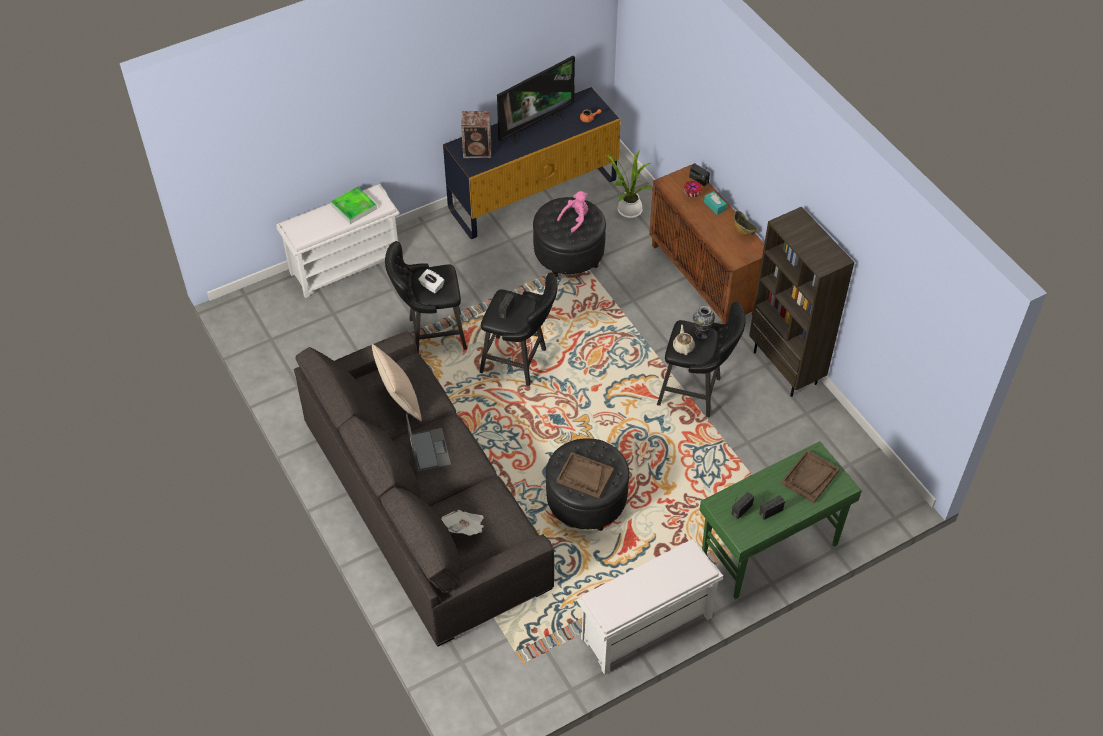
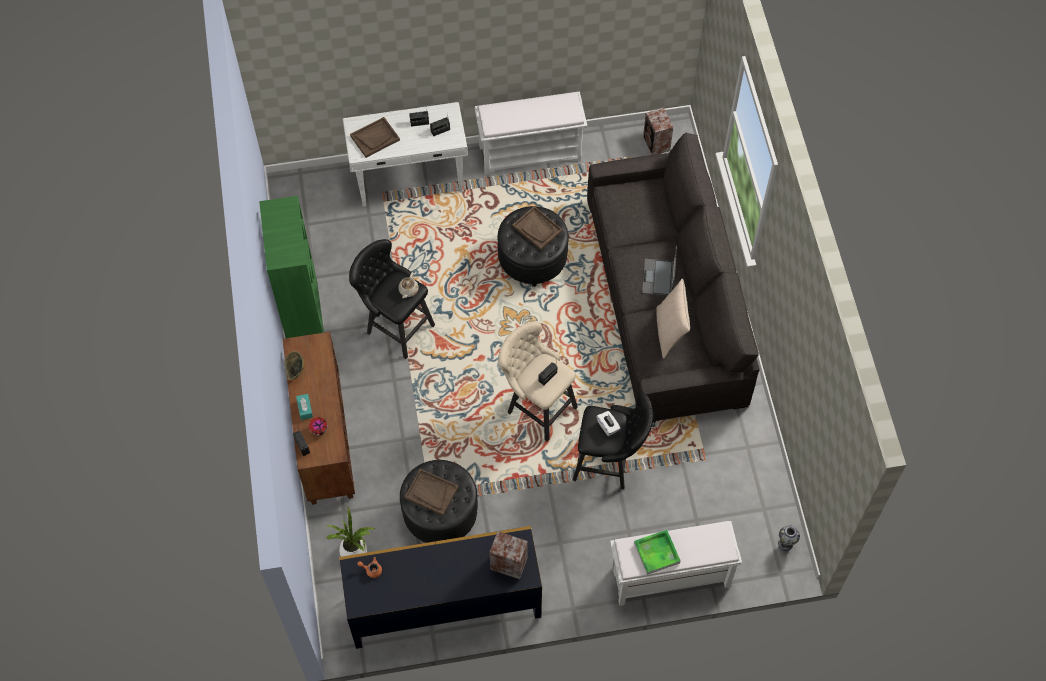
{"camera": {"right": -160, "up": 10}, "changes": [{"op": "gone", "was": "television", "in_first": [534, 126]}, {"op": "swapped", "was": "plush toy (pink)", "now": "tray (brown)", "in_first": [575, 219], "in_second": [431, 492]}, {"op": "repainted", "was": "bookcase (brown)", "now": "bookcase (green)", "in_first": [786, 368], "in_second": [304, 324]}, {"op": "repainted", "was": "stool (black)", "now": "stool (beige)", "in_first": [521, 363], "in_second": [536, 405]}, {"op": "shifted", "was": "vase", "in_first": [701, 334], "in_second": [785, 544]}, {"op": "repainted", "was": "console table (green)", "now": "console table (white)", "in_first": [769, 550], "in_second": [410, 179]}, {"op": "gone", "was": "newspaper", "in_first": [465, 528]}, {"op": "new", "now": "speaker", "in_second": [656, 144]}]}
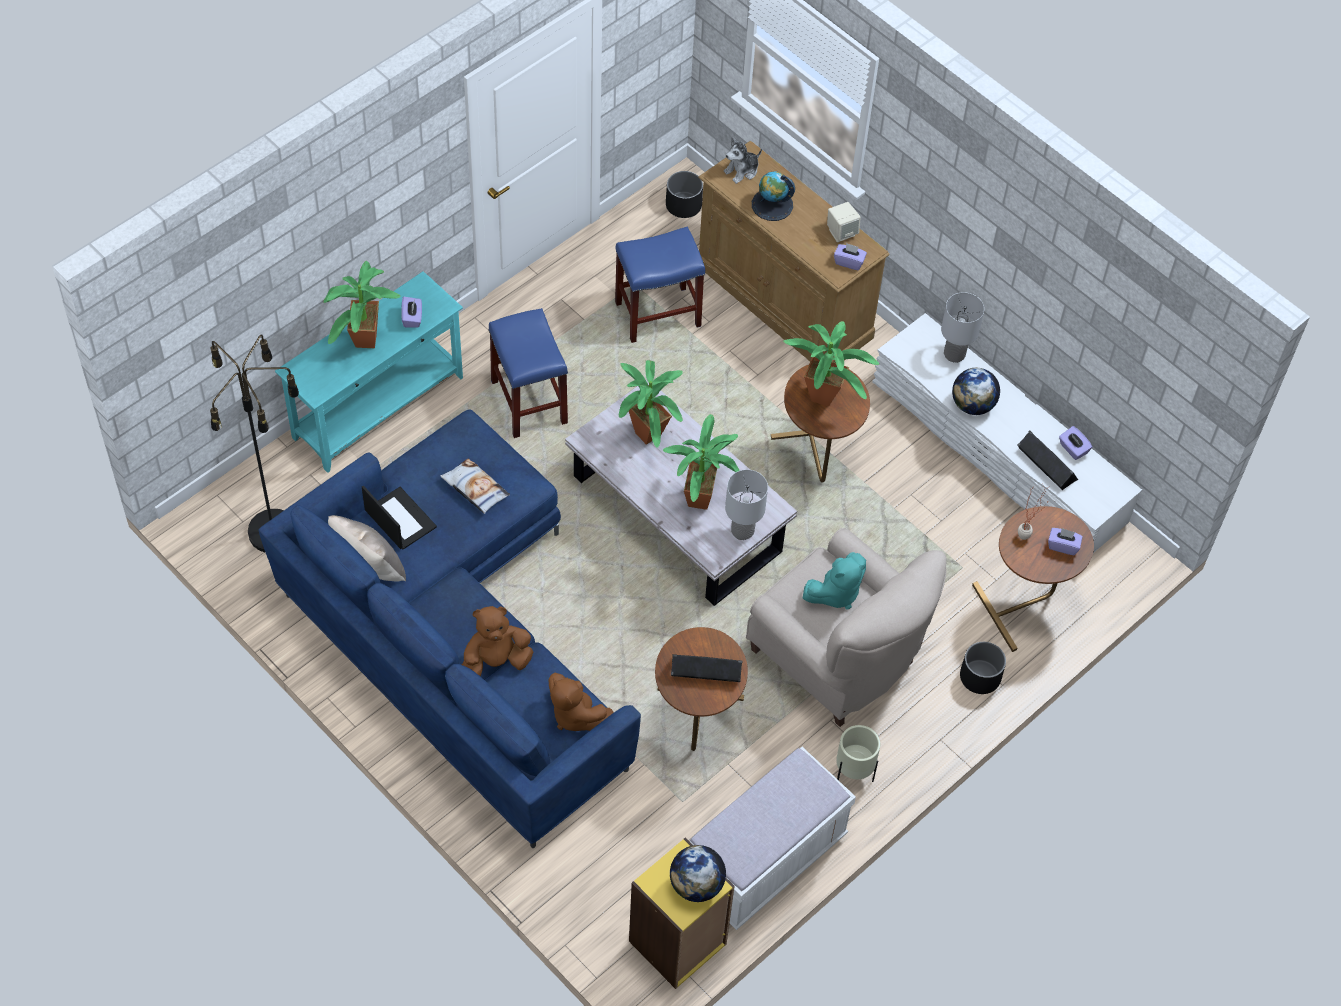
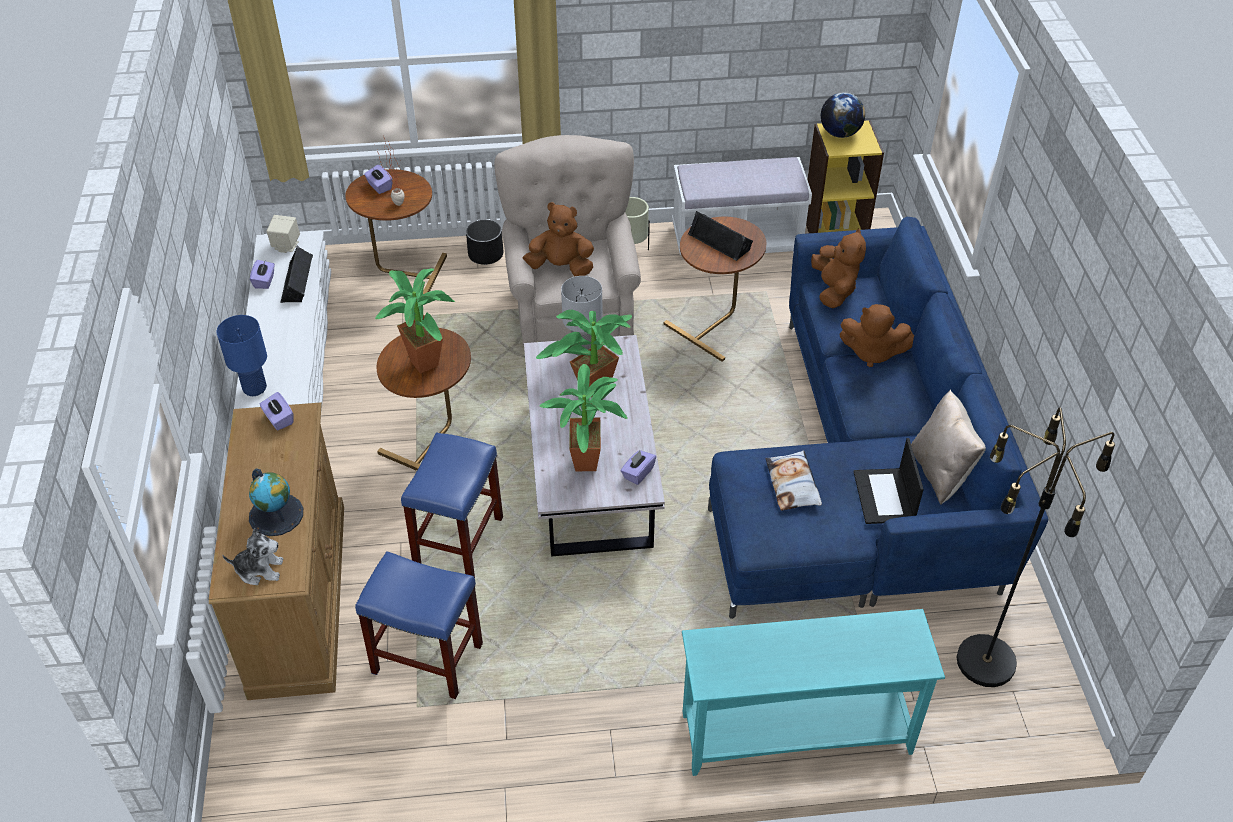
{"camera": {"right": -140, "up": -10}, "changes": [{"op": "gone", "was": "planter (black)", "in_first": [684, 205]}, {"op": "shifted", "was": "speaker (beige)", "in_first": [841, 232], "in_second": [286, 246]}, {"op": "gone", "was": "potted plant", "in_first": [362, 344]}, {"op": "repainted", "was": "table lamp (grey)", "now": "table lamp (blue)", "in_first": [953, 355], "in_second": [255, 390]}, {"op": "shifted", "was": "tissue box (purple)", "in_first": [412, 318], "in_second": [638, 473]}, {"op": "shifted", "was": "stool (blue)", "in_first": [528, 401], "in_second": [459, 542]}, {"op": "gone", "was": "globe", "in_first": [973, 405]}, {"op": "repainted", "was": "plush toy (turquoise)", "now": "plush toy (brown)", "in_first": [835, 593], "in_second": [561, 267]}]}
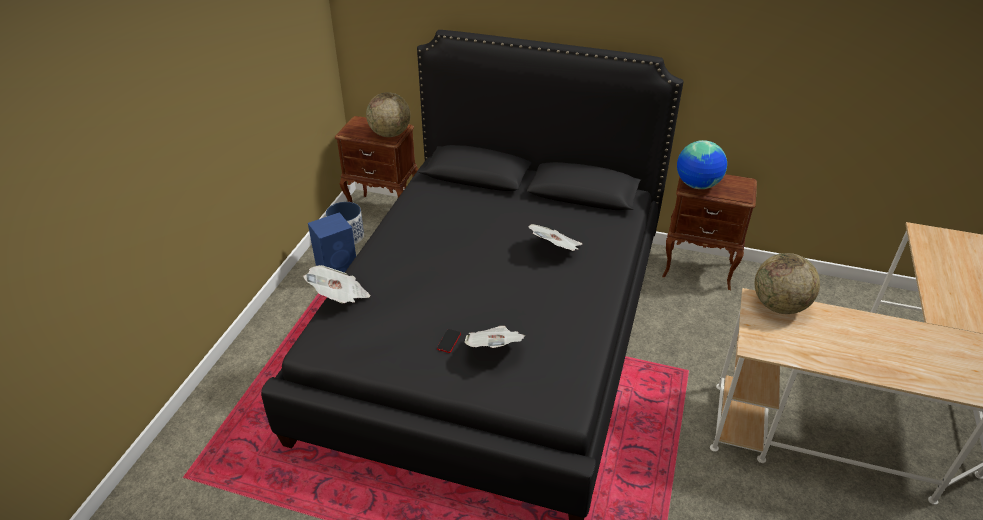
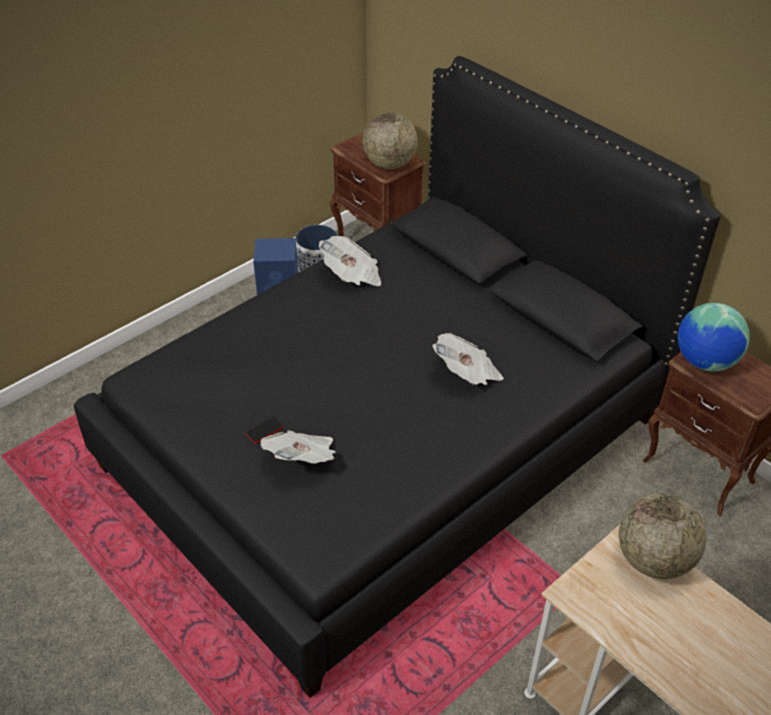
{"camera": {"right": 30, "up": 5}, "changes": [{"op": "shifted", "was": "newspaper", "in_first": [340, 296], "in_second": [352, 275]}]}
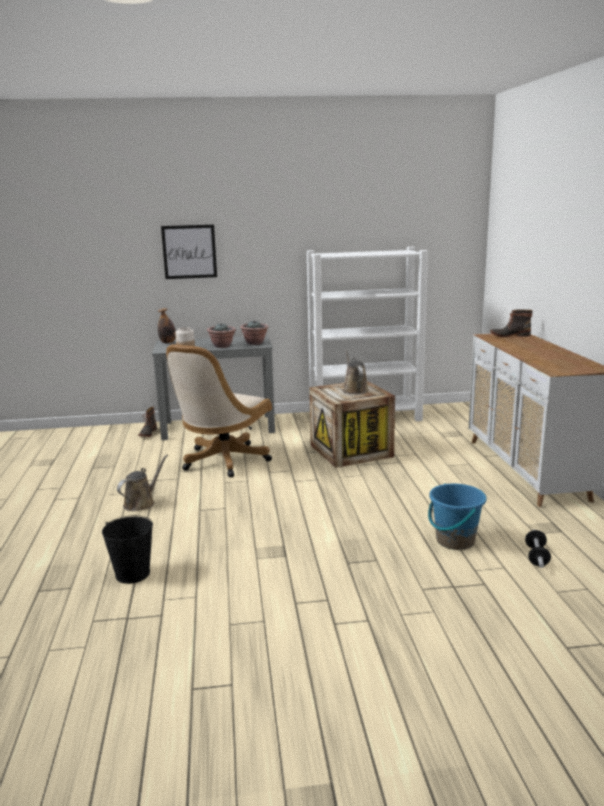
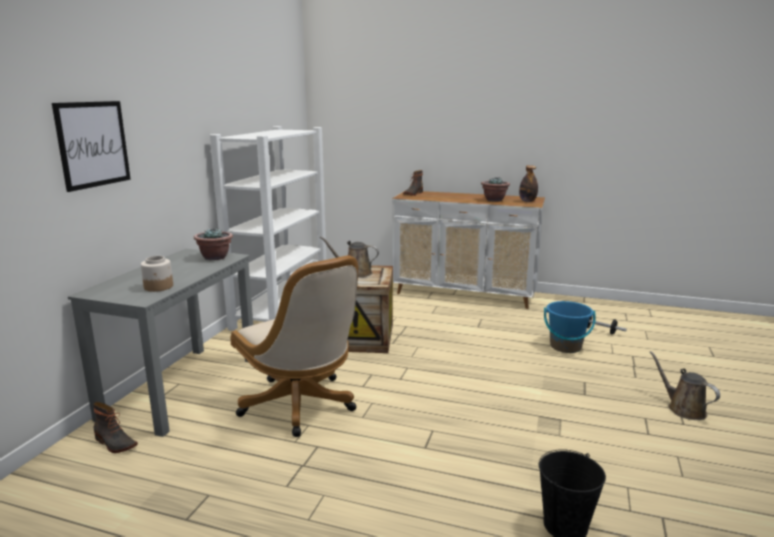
{"camera": {"right": -65, "up": 0}, "changes": [{"op": "shifted", "was": "bottle", "in_first": [168, 342], "in_second": [527, 201]}, {"op": "shifted", "was": "potted plant", "in_first": [222, 346], "in_second": [494, 200]}, {"op": "shifted", "was": "watering can (brown)", "in_first": [141, 503], "in_second": [683, 409]}]}
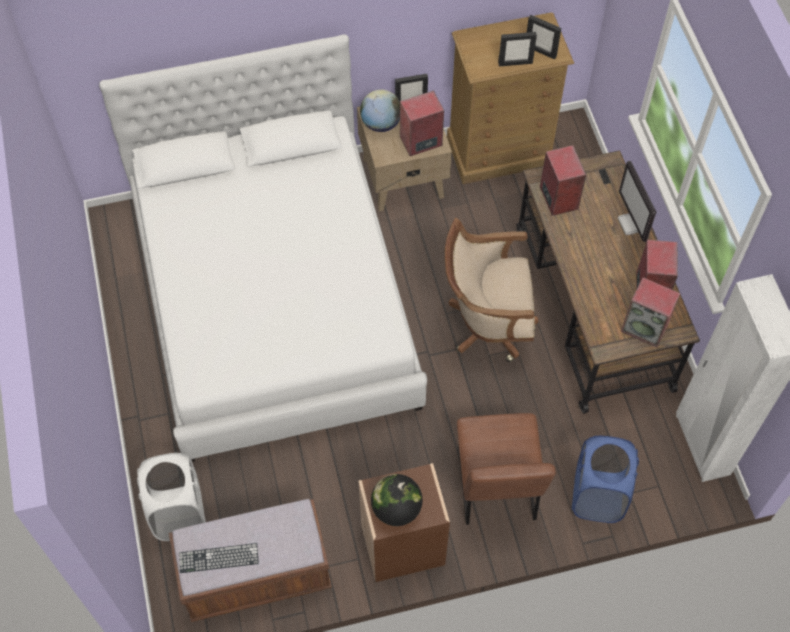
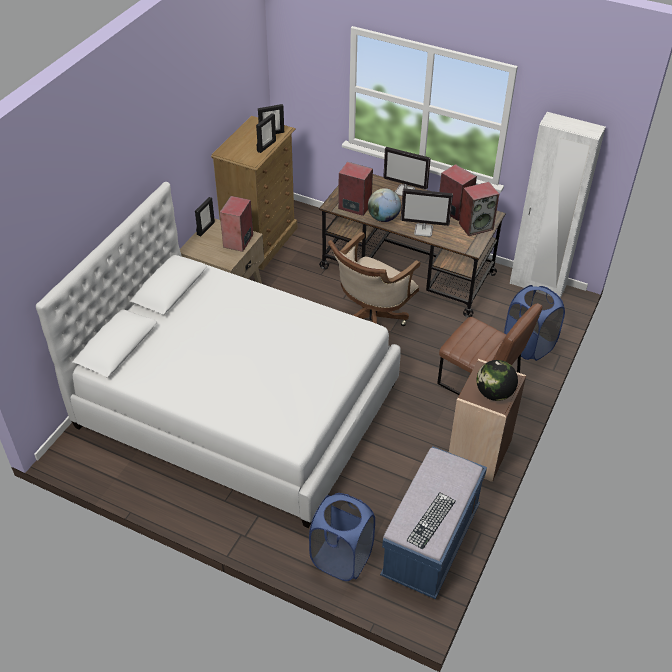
{"camera": {"right": -50, "up": -15}, "changes": [{"op": "shifted", "was": "globe", "in_first": [381, 123], "in_second": [383, 218]}, {"op": "repainted", "was": "laundry basket (white)", "now": "laundry basket (blue)", "in_first": [178, 513], "in_second": [341, 558]}, {"op": "repainted", "was": "bench (brown)", "now": "bench (blue)", "in_first": [256, 575], "in_second": [430, 543]}, {"op": "new", "now": "monitor", "in_second": [424, 230]}]}
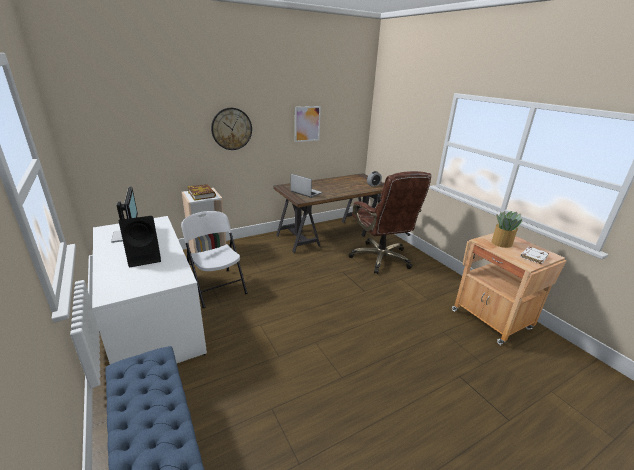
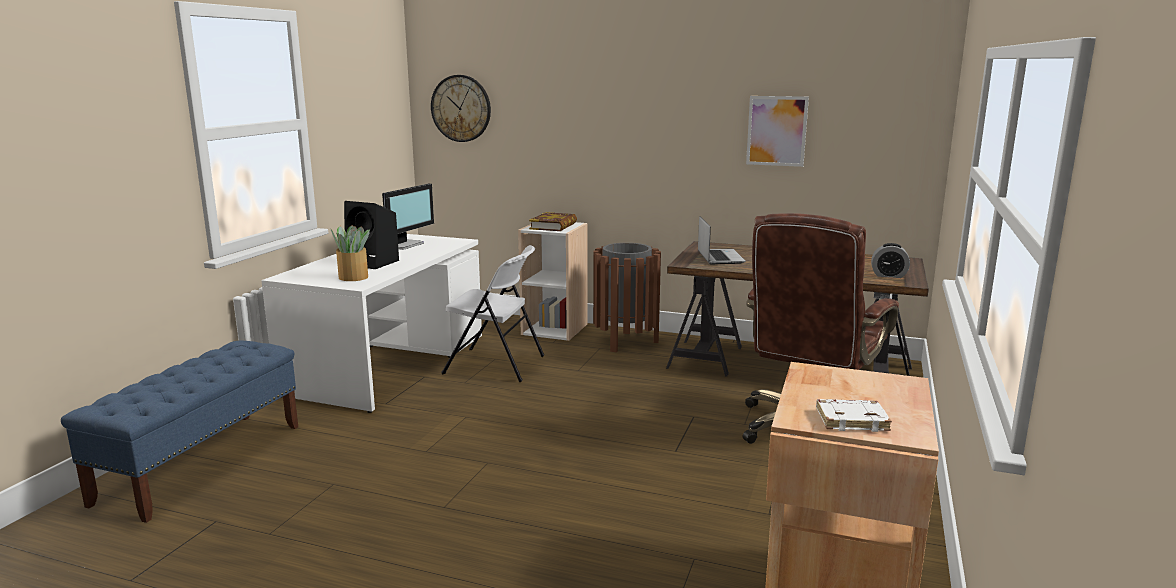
{"camera": {"right": 50, "up": -10}, "changes": [{"op": "shifted", "was": "wall clock", "in_first": [231, 129], "in_second": [461, 108]}, {"op": "rotated", "was": "chair (white)", "in_first": [217, 287], "in_second": [494, 365], "clockwise": 90}, {"op": "shifted", "was": "potted plant", "in_first": [501, 243], "in_second": [353, 277]}, {"op": "new", "now": "trash can (brown)", "in_second": [626, 341]}]}
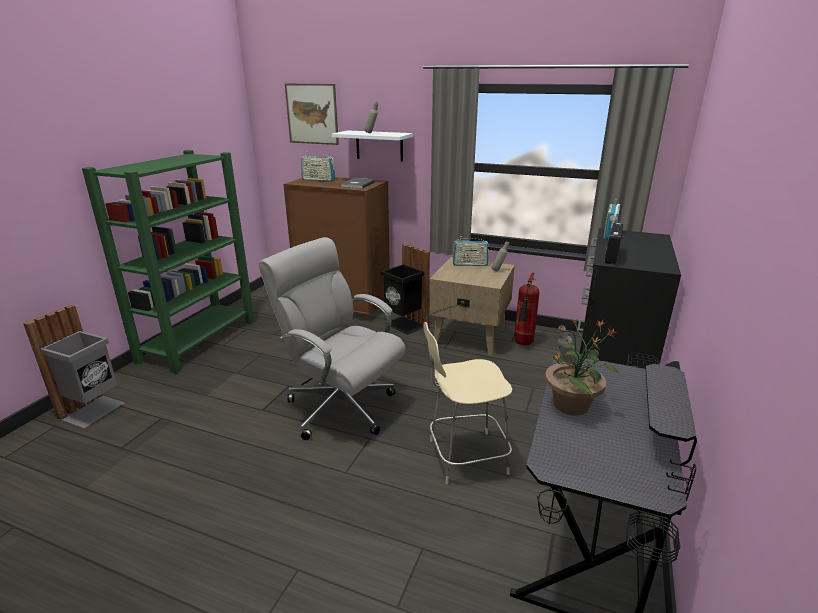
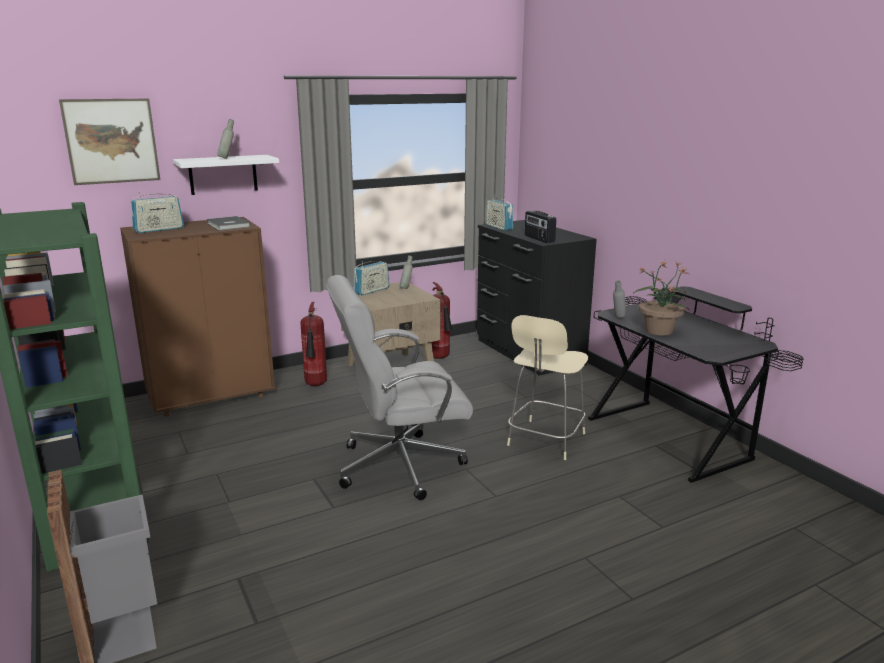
{"camera": {"right": -50, "up": -5}, "changes": [{"op": "swapped", "was": "trash can (black)", "now": "fire extinguisher", "in_first": [405, 325], "in_second": [316, 385]}]}
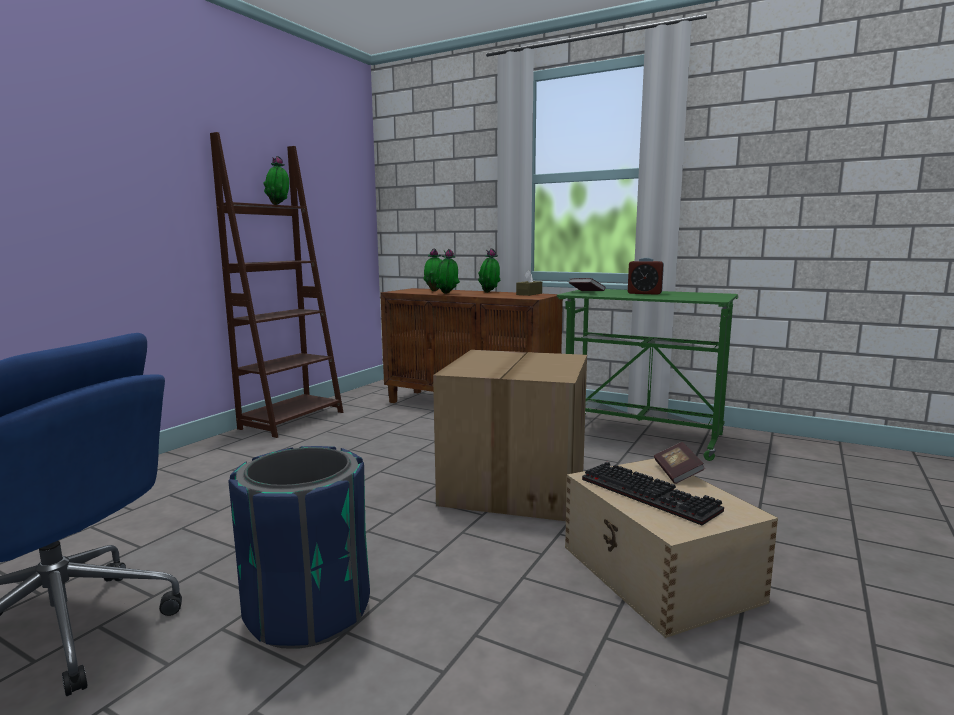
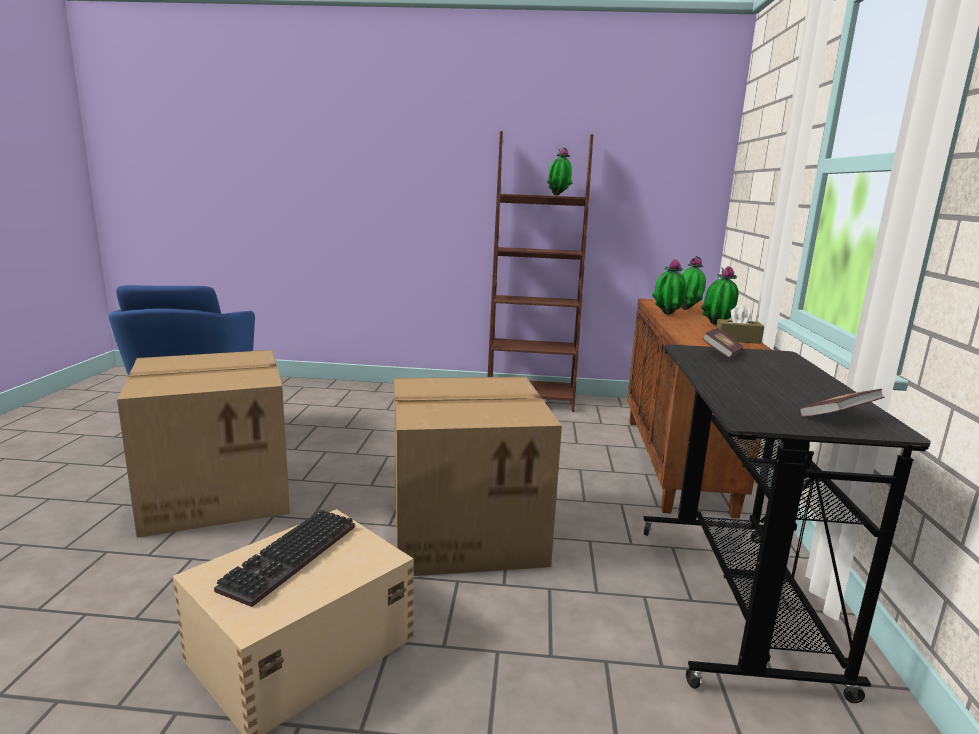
{"camera": {"right": 65, "up": 5}, "changes": [{"op": "gone", "was": "alarm clock", "in_first": [644, 293]}, {"op": "repainted", "was": "desk (green)", "now": "desk (black)", "in_first": [640, 435], "in_second": [732, 602]}, {"op": "shifted", "was": "book", "in_first": [677, 473], "in_second": [837, 418]}, {"op": "swapped", "was": "trash can (blue)", "now": "cardboard box", "in_first": [308, 611], "in_second": [219, 491]}]}
